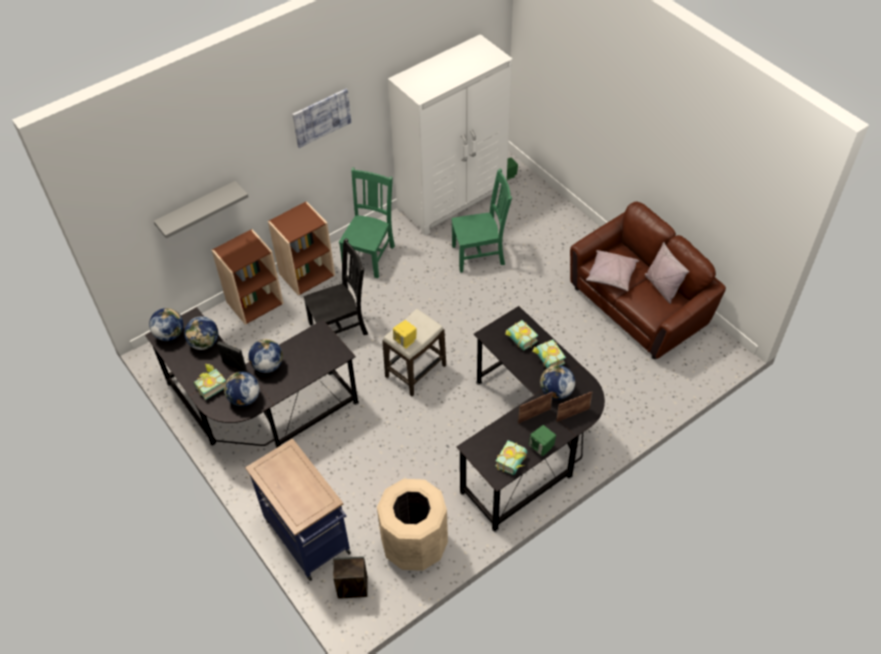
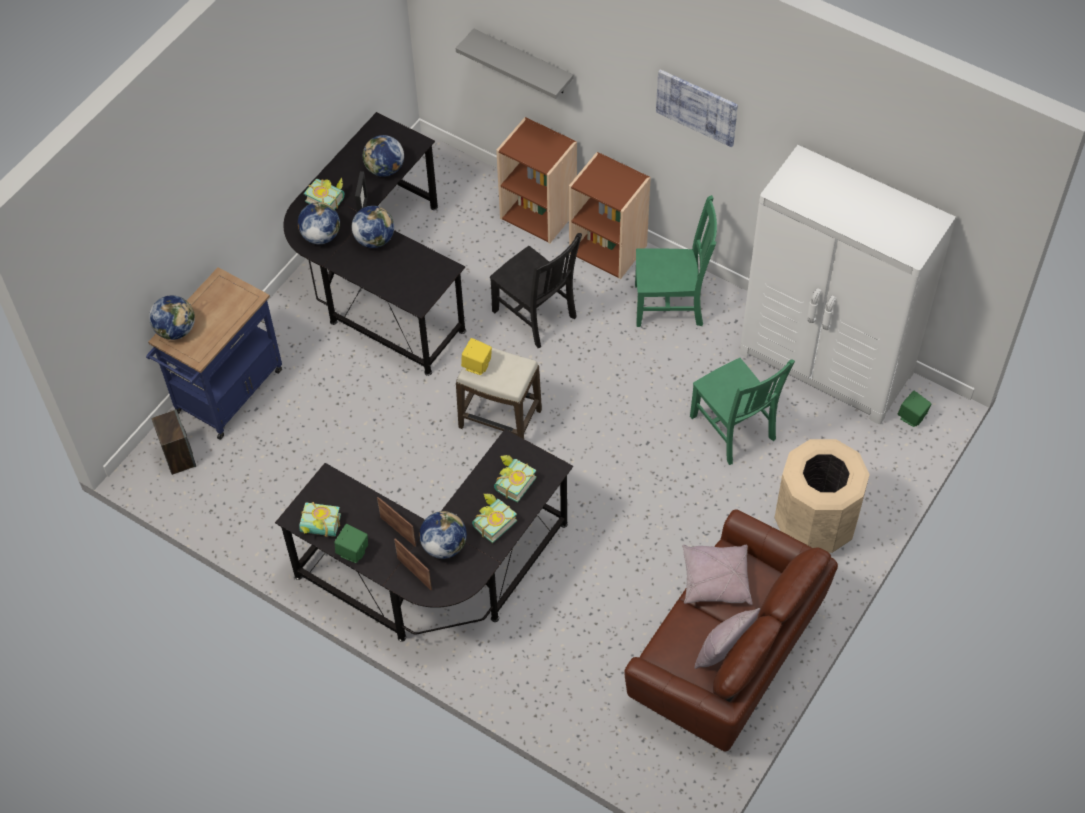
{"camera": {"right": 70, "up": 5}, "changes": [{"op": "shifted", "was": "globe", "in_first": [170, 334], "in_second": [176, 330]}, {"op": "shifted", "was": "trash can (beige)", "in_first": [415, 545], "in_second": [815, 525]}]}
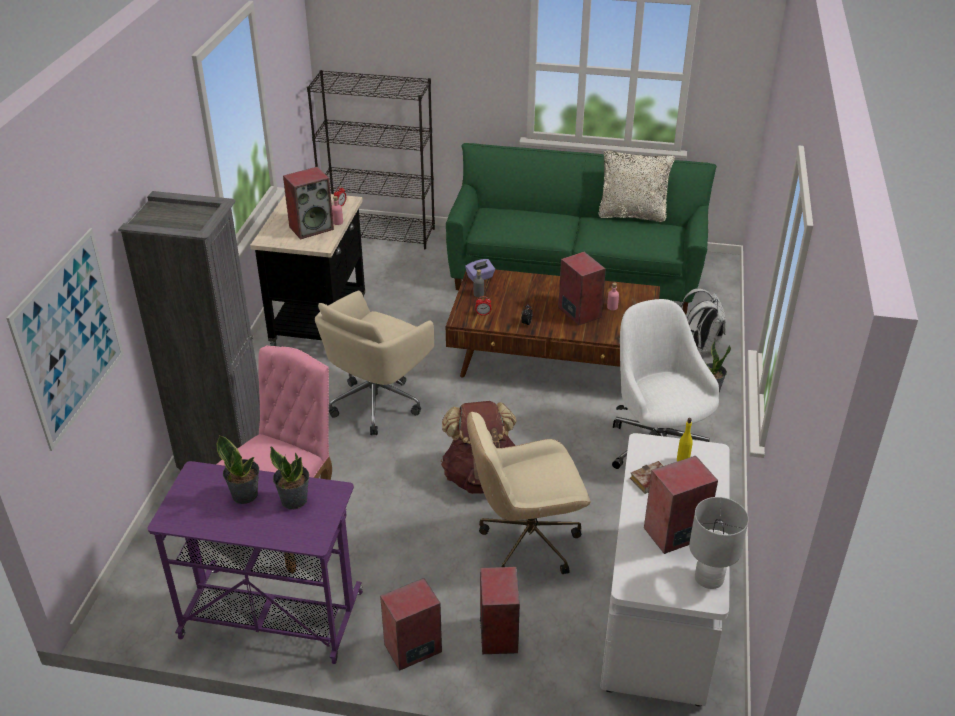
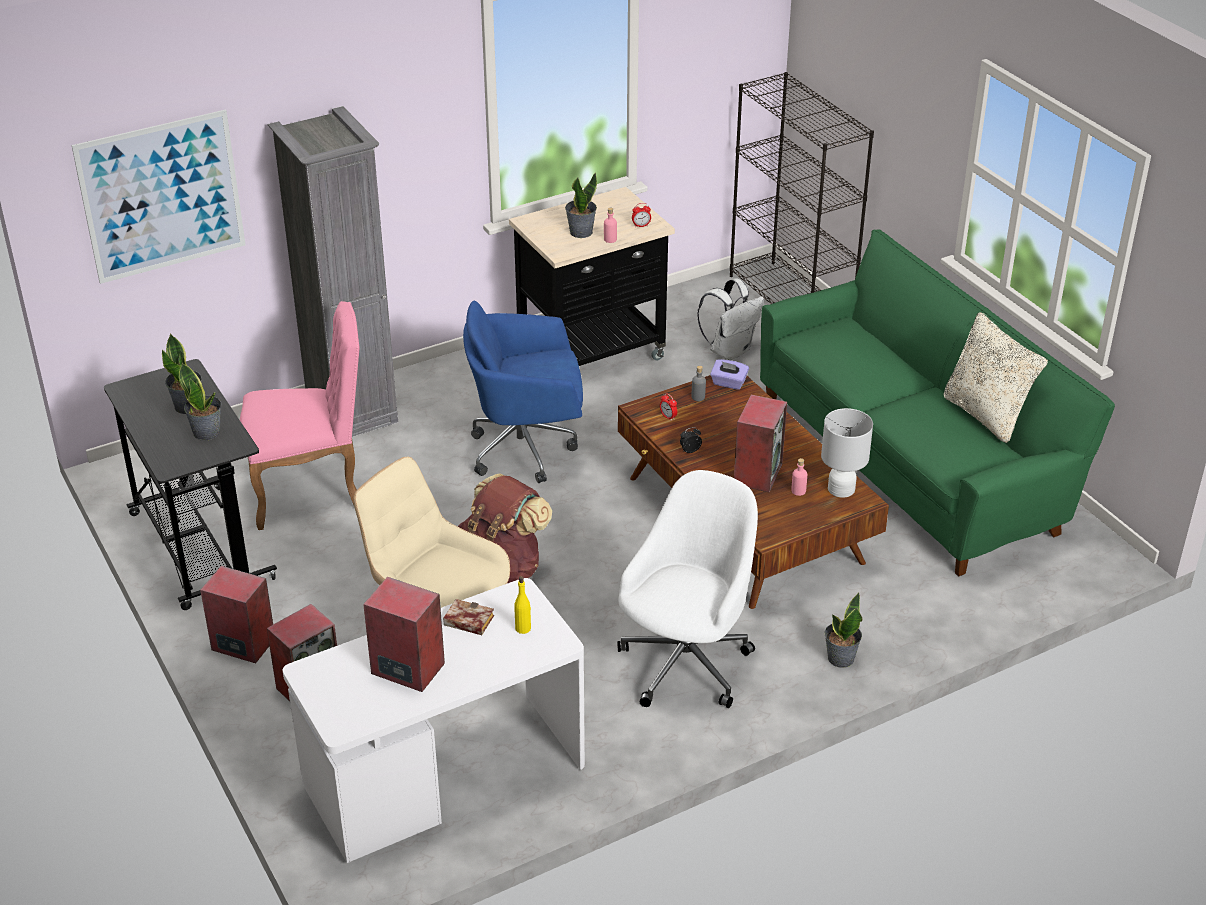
{"camera": {"right": 50, "up": 0}, "changes": [{"op": "swapped", "was": "speaker", "now": "potted plant", "in_first": [311, 228], "in_second": [580, 232]}, {"op": "shifted", "was": "backpack (white)", "in_first": [702, 346], "in_second": [730, 350]}, {"op": "repainted", "was": "office chair (beige)", "now": "office chair (blue)", "in_first": [378, 403], "in_second": [527, 451]}, {"op": "repainted", "was": "desk (purple)", "now": "desk (black)", "in_first": [271, 615], "in_second": [201, 546]}, {"op": "shifted", "was": "table lamp (grey)", "in_first": [708, 577], "in_second": [841, 489]}]}
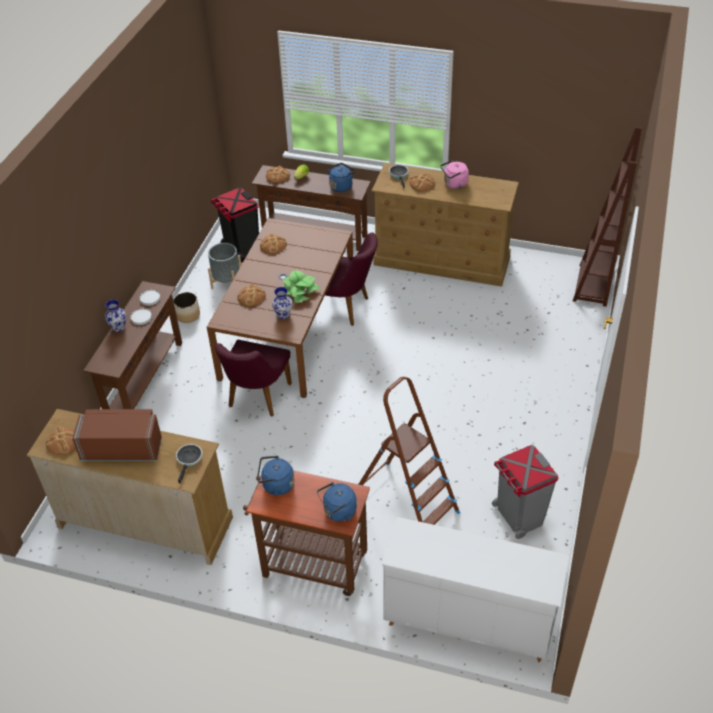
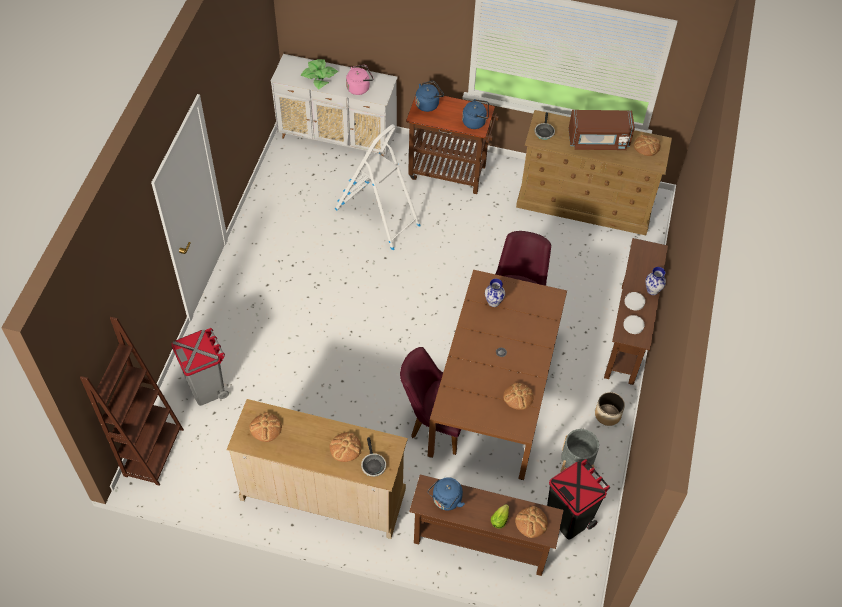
{"camera": {"right": 175, "up": 10}, "changes": [{"op": "shifted", "was": "kettle (pink)", "in_first": [454, 184], "in_second": [359, 88]}, {"op": "shifted", "was": "potted plant", "in_first": [299, 291], "in_second": [319, 76]}, {"op": "shifted", "was": "bread", "in_first": [251, 297], "in_second": [265, 428]}, {"op": "repainted", "was": "step ladder (brown)", "now": "step ladder (white)", "in_first": [406, 502], "in_second": [376, 217]}, {"op": "shifted", "was": "trash can (grey)", "in_first": [519, 517], "in_second": [206, 387]}]}
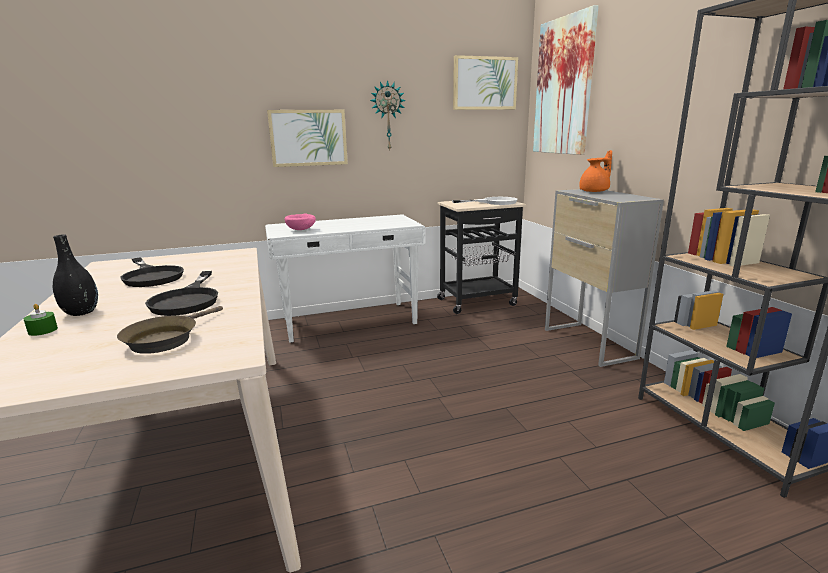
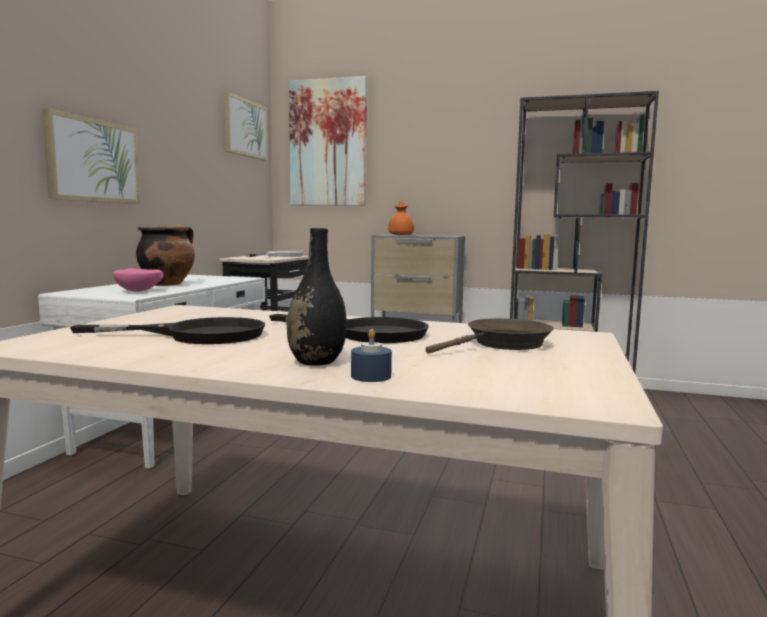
{"camera": {"right": -55, "up": -10}, "changes": [{"op": "gone", "was": "wall clock", "in_first": [387, 116]}, {"op": "repainted", "was": "candle (green)", "now": "candle (blue)", "in_first": [43, 330], "in_second": [371, 376]}, {"op": "rotated", "was": "frying pan (brown)", "in_first": [165, 339], "in_second": [503, 344], "clockwise": -90}, {"op": "new", "now": "cooking pot", "in_second": [167, 284]}]}
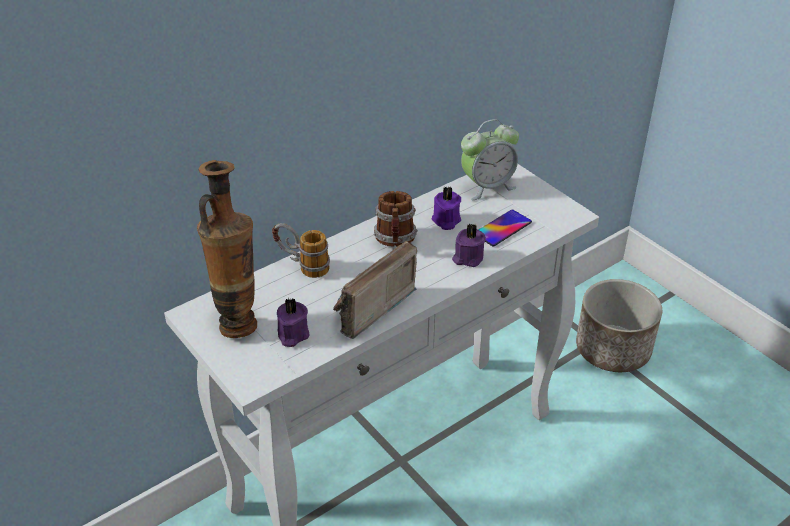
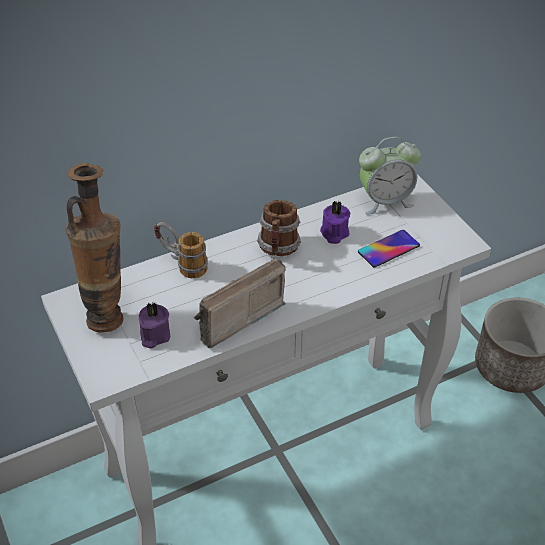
{"camera": {"right": 10, "up": 5}, "changes": [{"op": "gone", "was": "candle (purple)", "in_first": [467, 258]}]}
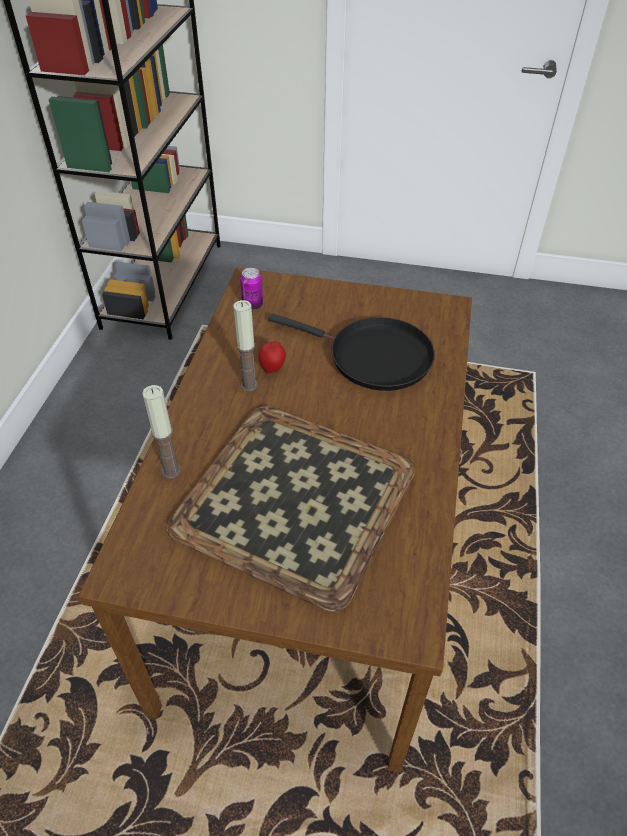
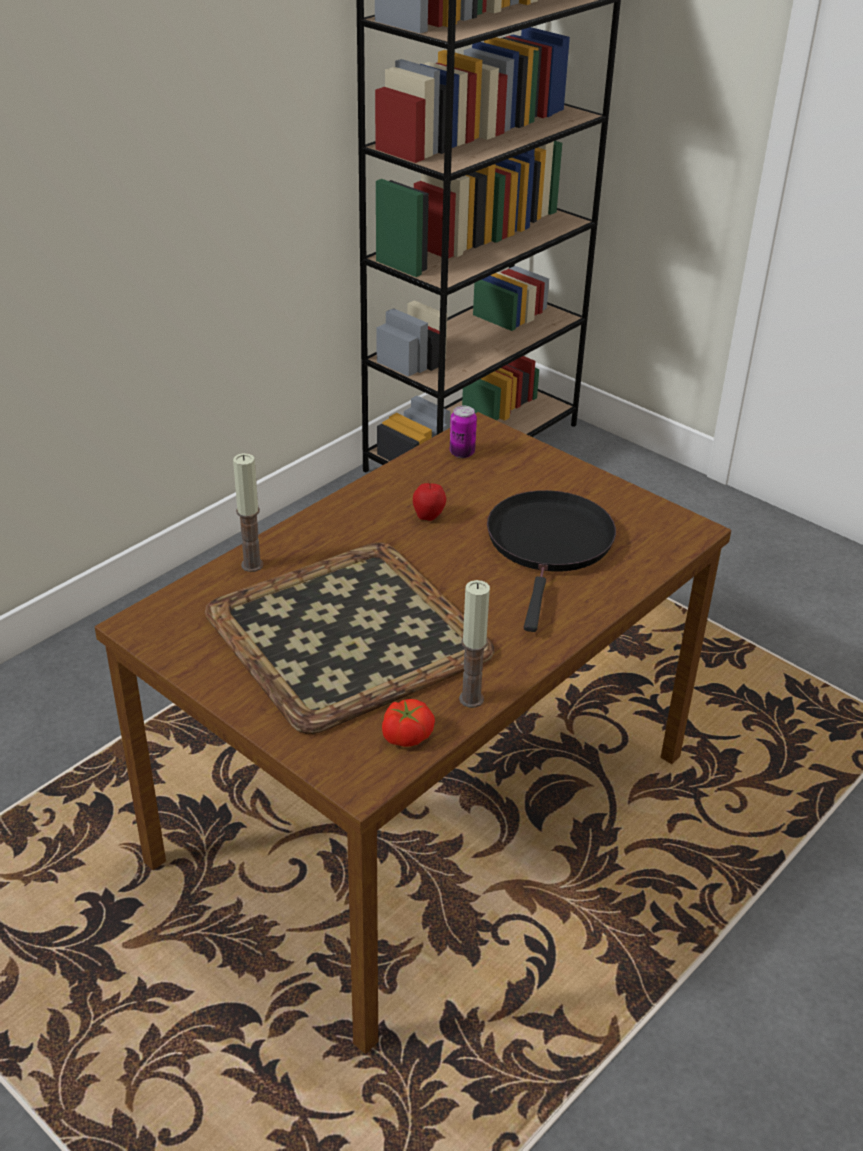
{"camera": {"right": 30, "up": -10}, "changes": [{"op": "shifted", "was": "candle", "in_first": [249, 385], "in_second": [471, 699]}, {"op": "rotated", "was": "frying pan (black)", "in_first": [373, 357], "in_second": [549, 545], "clockwise": -135}, {"op": "new", "now": "tomato", "in_second": [406, 735]}]}
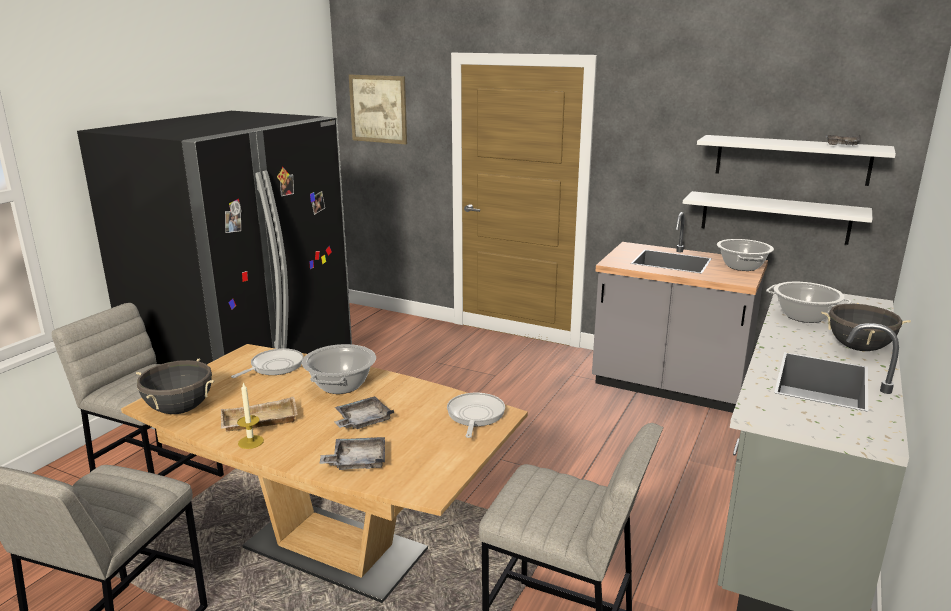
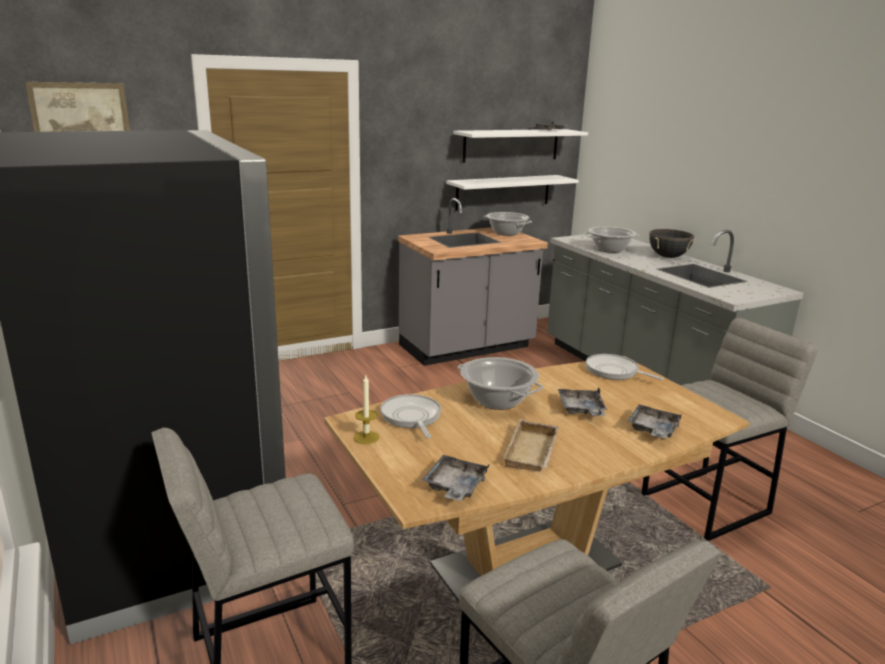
{"camera": {"right": -55, "up": 0}, "changes": [{"op": "swapped", "was": "cooking pot (black)", "now": "tray (grey)", "in_first": [180, 409], "in_second": [455, 487]}, {"op": "shifted", "was": "candle", "in_first": [251, 442], "in_second": [366, 437]}]}
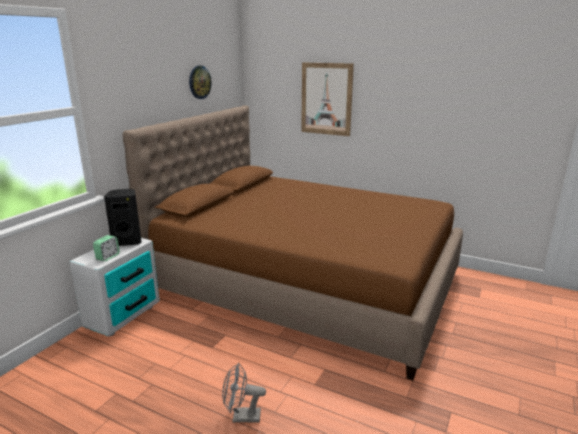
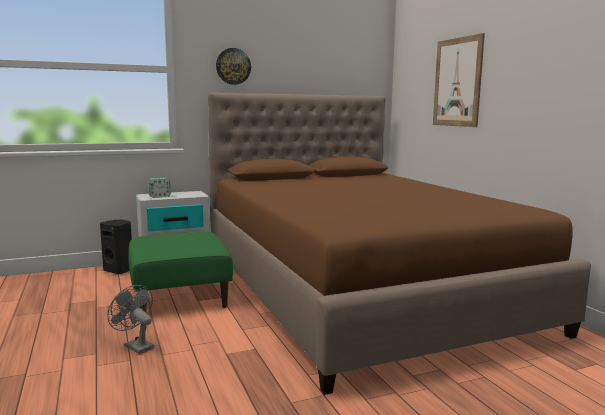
{"camera": {"right": 40, "up": -10}, "changes": [{"op": "shifted", "was": "wall clock", "in_first": [199, 82], "in_second": [233, 66]}, {"op": "shifted", "was": "speaker (black)", "in_first": [128, 241], "in_second": [119, 270]}, {"op": "new", "now": "ottoman (green)", "in_second": [180, 297]}]}
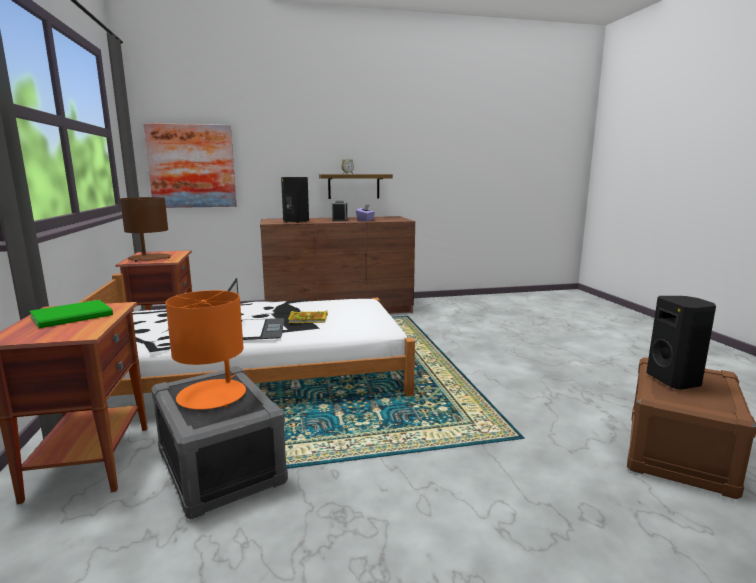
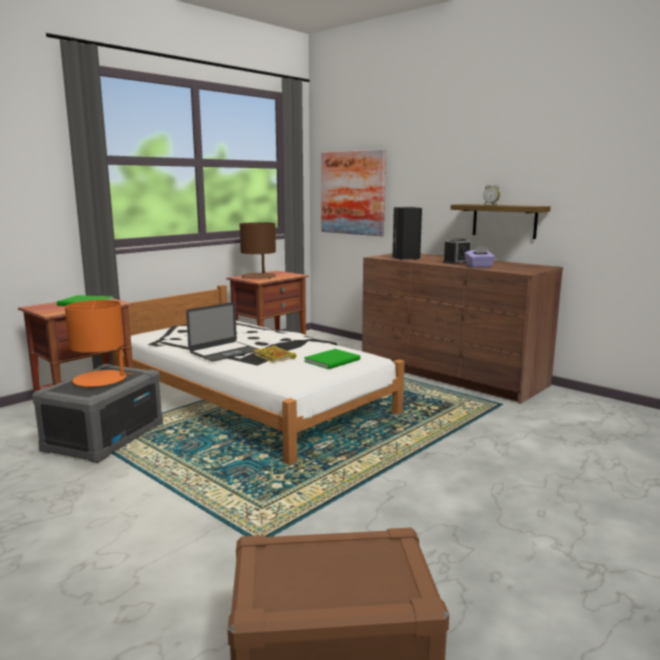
{"camera": {"right": 55, "up": 0}, "changes": [{"op": "gone", "was": "speaker (black)", "in_first": [675, 380]}, {"op": "new", "now": "book (green)", "in_second": [334, 360]}]}
